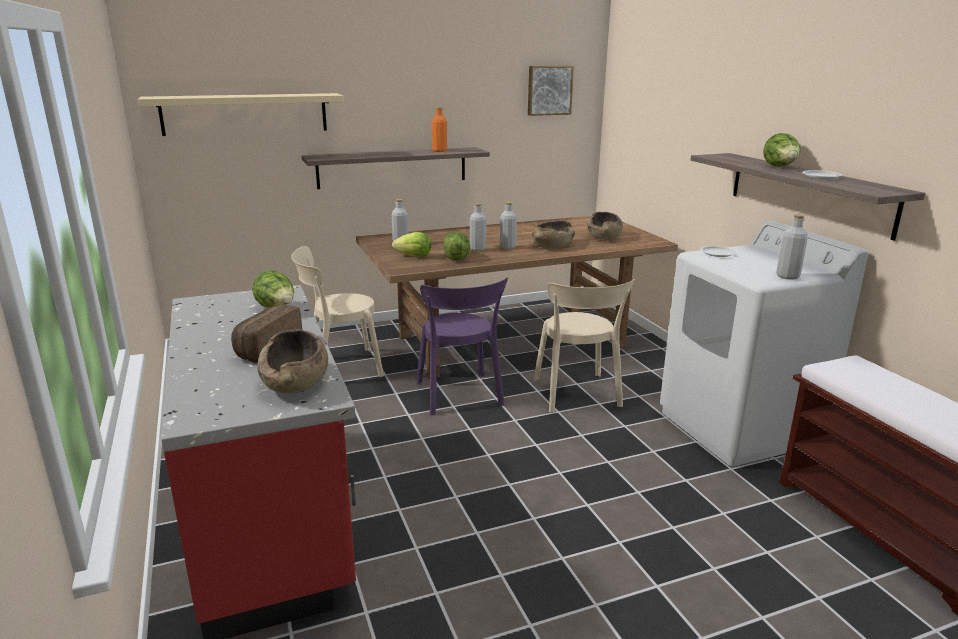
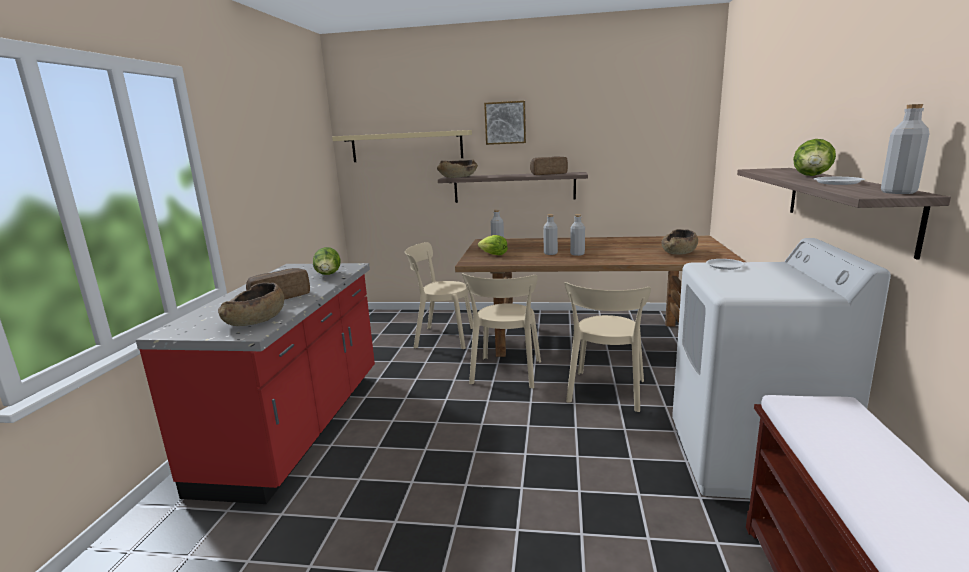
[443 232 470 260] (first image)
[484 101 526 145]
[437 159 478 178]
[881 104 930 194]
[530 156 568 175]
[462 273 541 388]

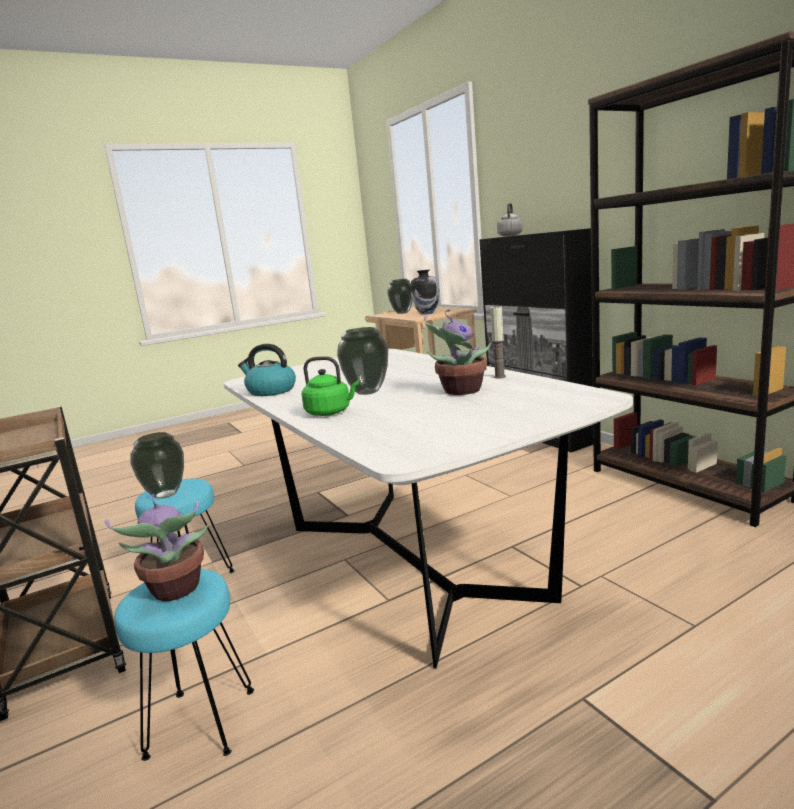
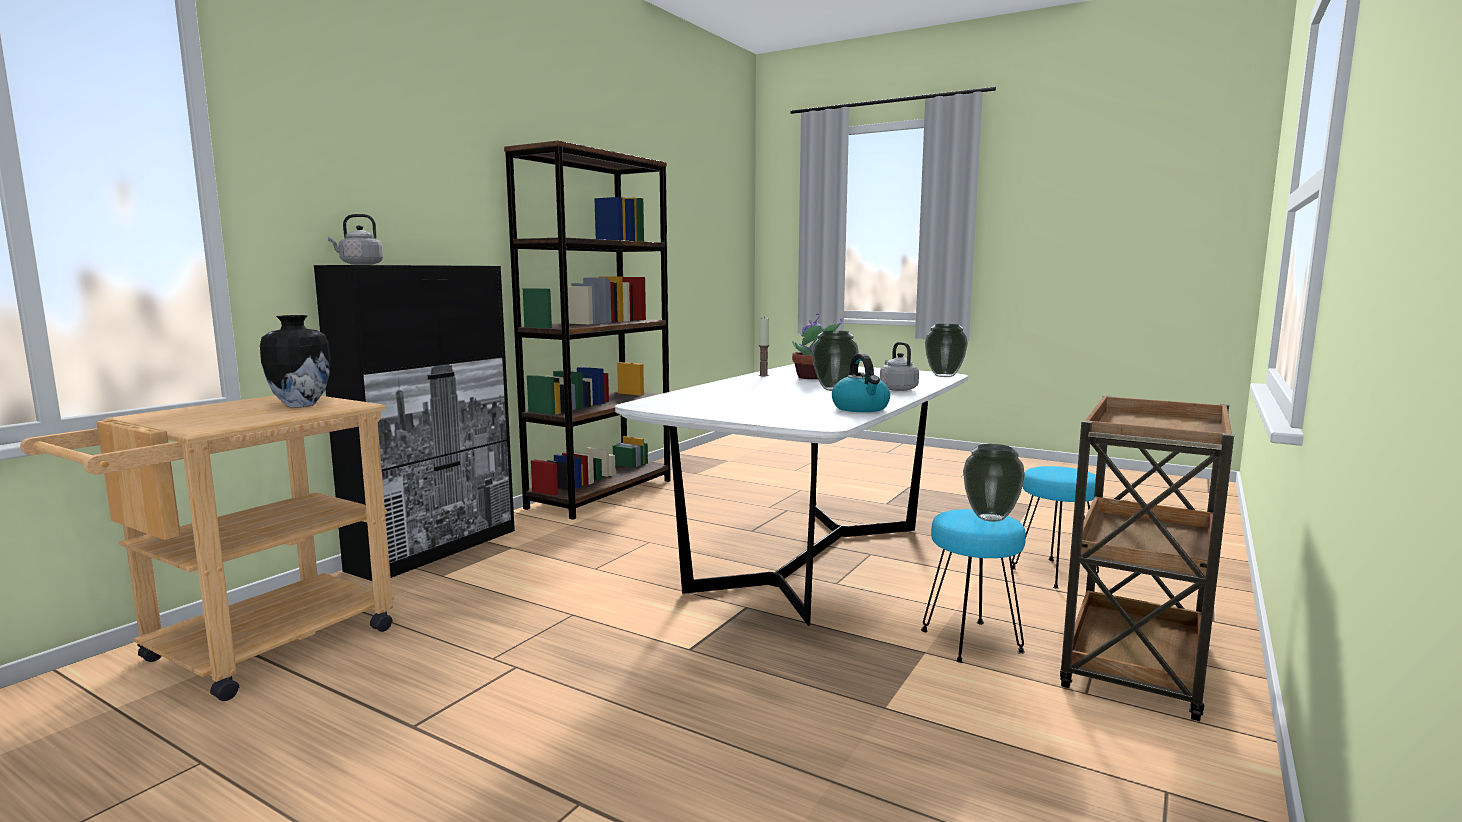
[105 494 209 601] (first image)
[925 324 968 377]
[880 342 919 391]

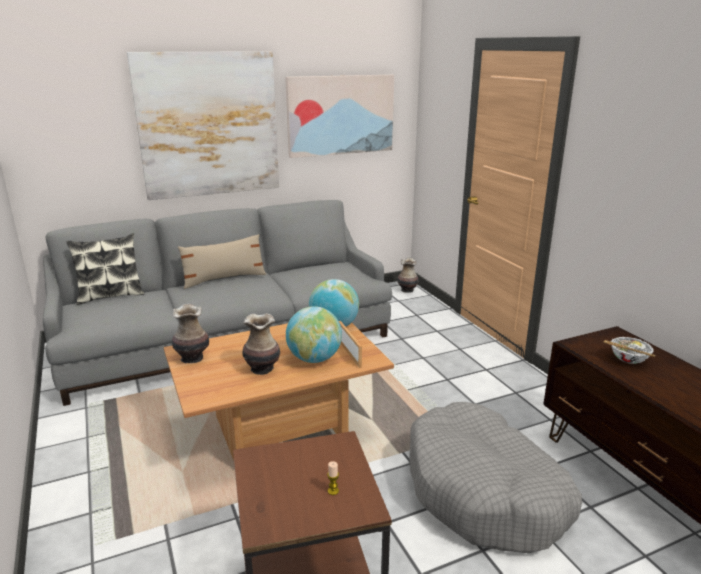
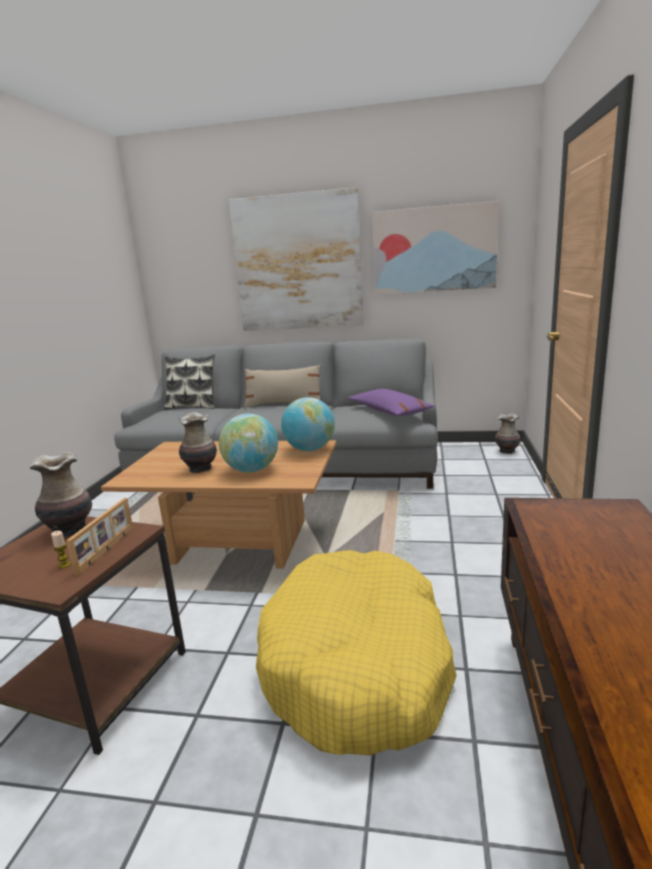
[603 337 655 364] (first image)
[348 389 434 416]
[30 452 92 537]
[66 498 133 576]
[256 550 457 755]

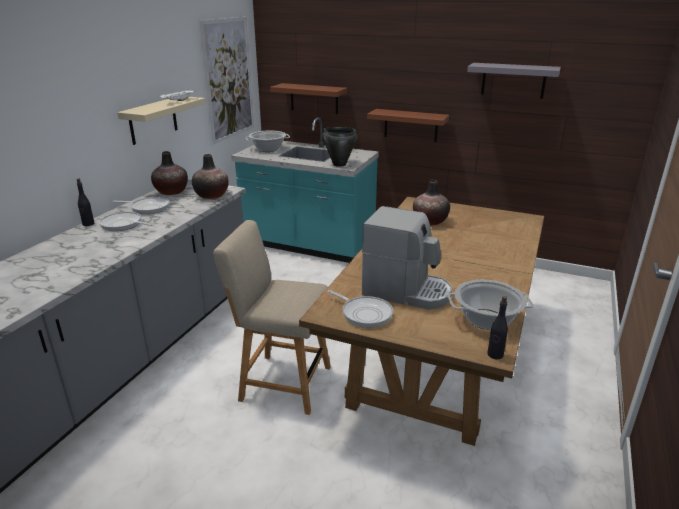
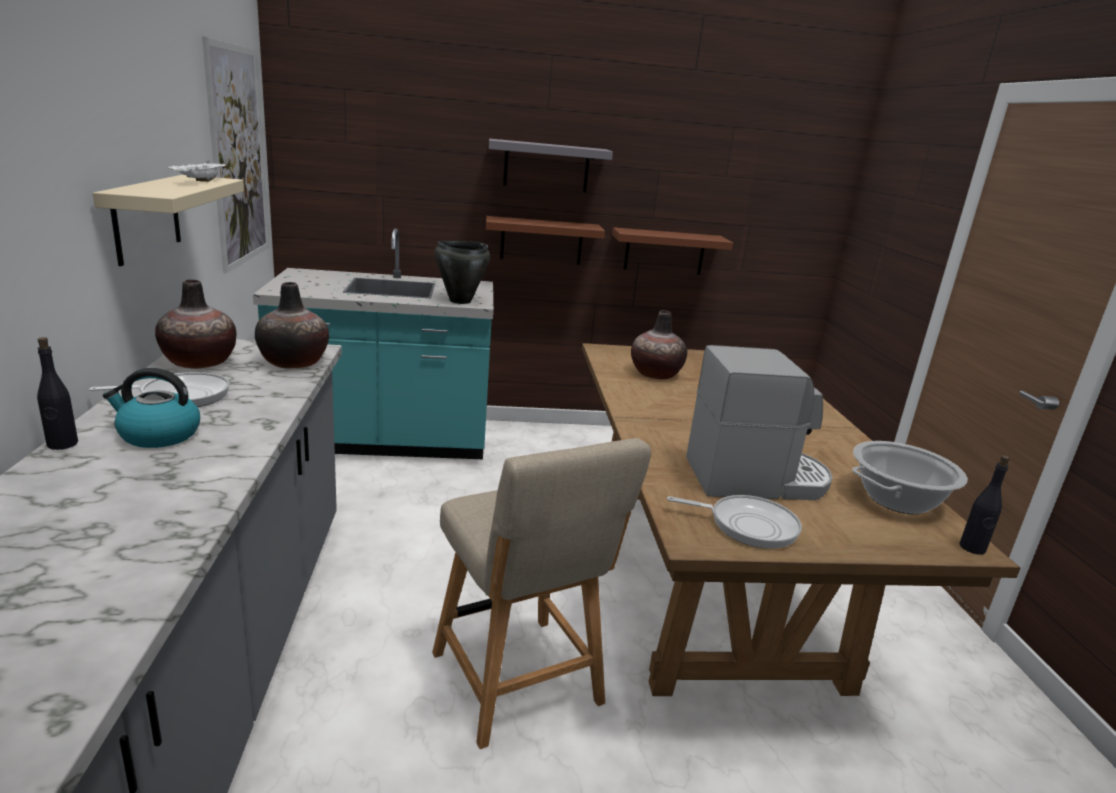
[245 131 290 152] (first image)
[612 227 733 275]
[489 139 613 192]
[103 368 200 448]
[432 438 651 749]

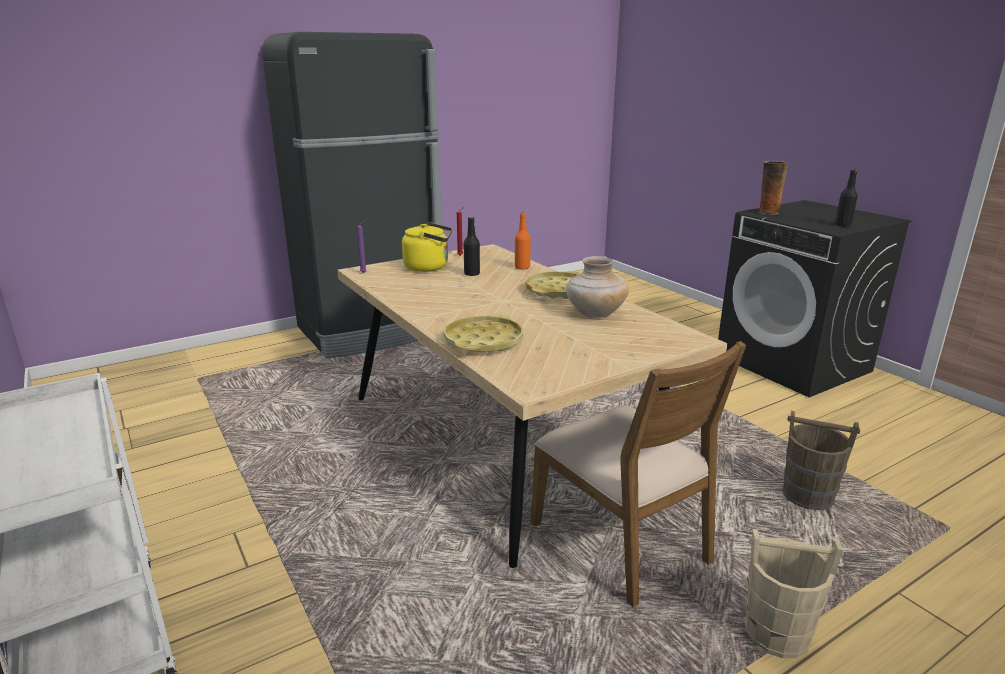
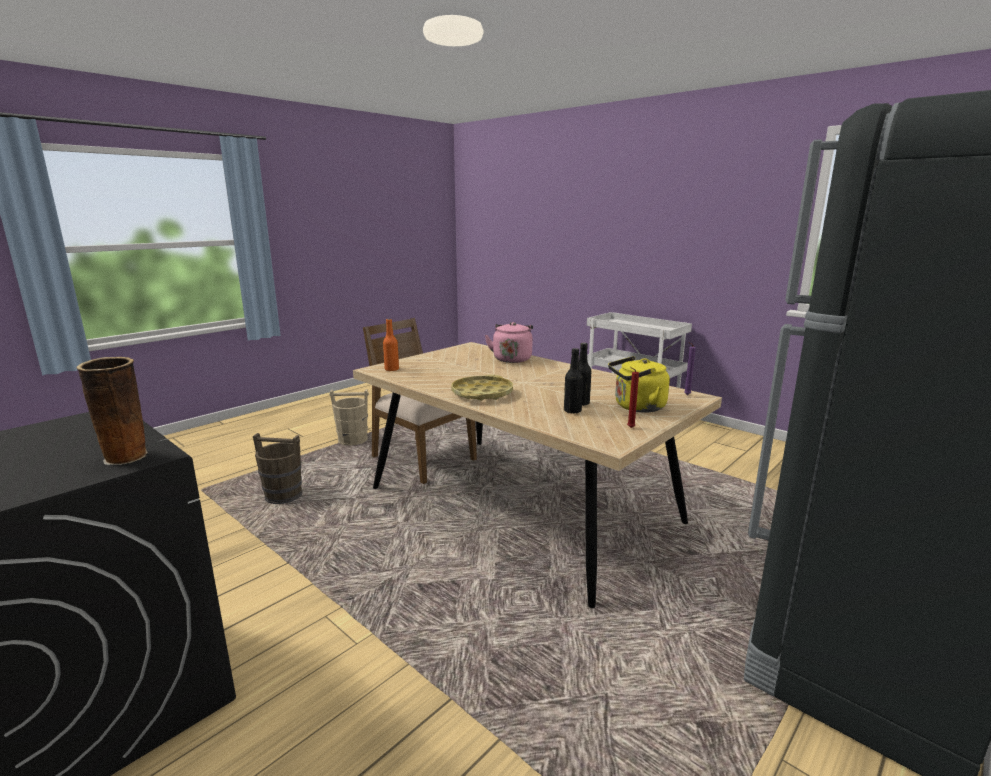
[566 256 629 318] (first image)
[383 319 399 371]
[564 348 583 414]
[485 322 533 363]

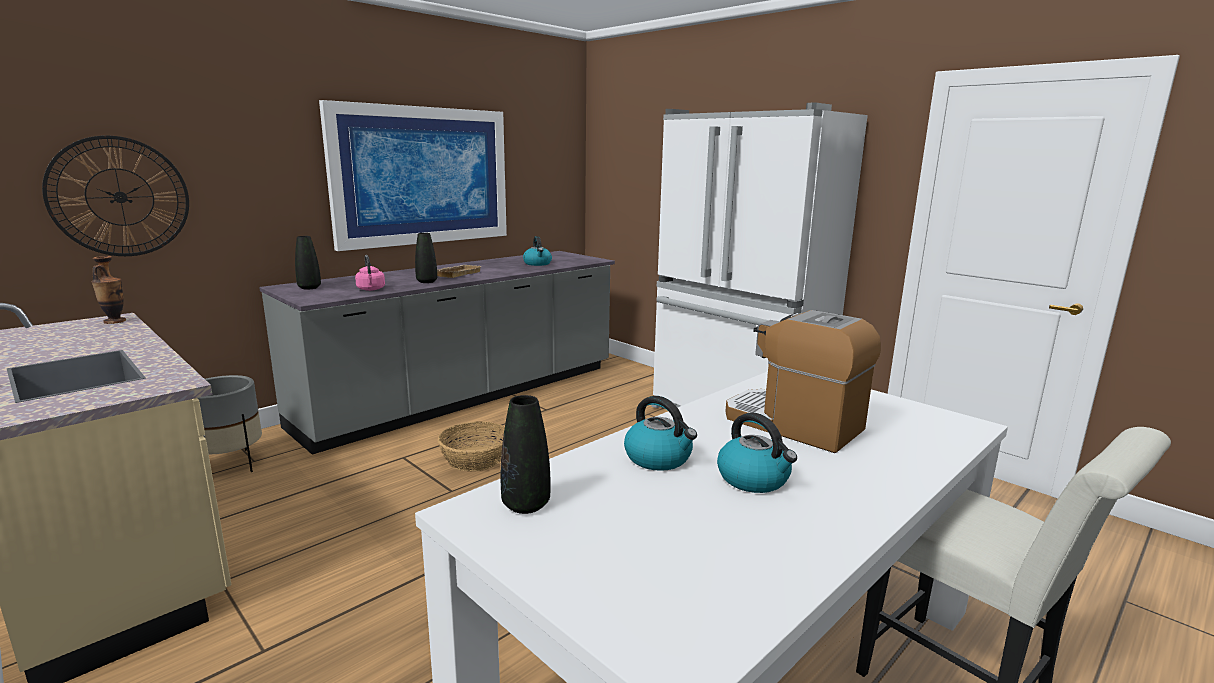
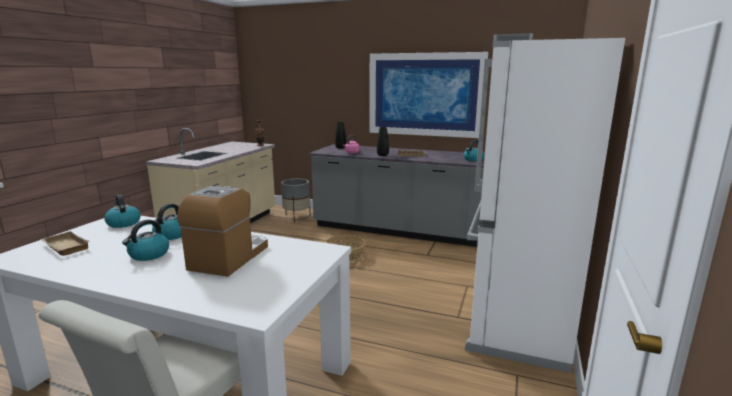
[42 135 189 256] (first image)
[40 231 90 256]
[104 194 141 228]

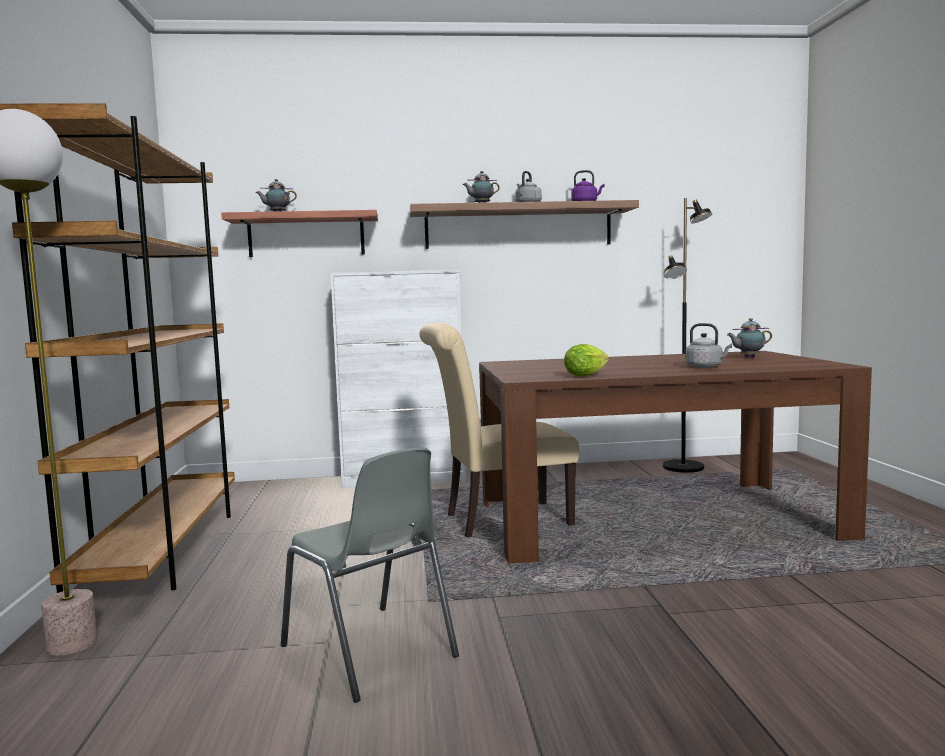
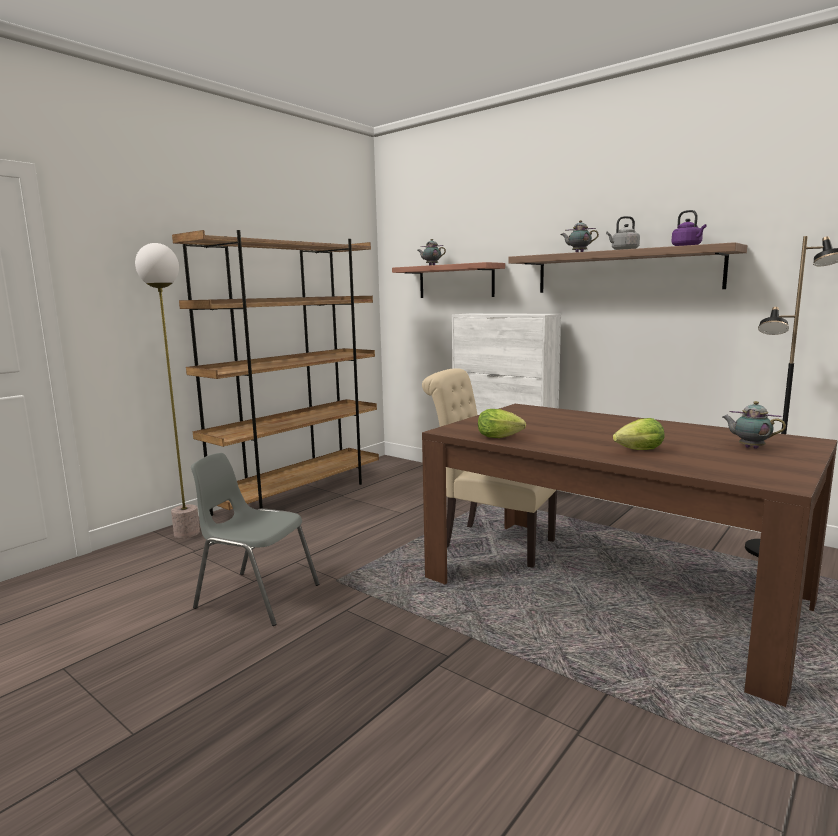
[613 418 665 450]
[191 453 319 626]

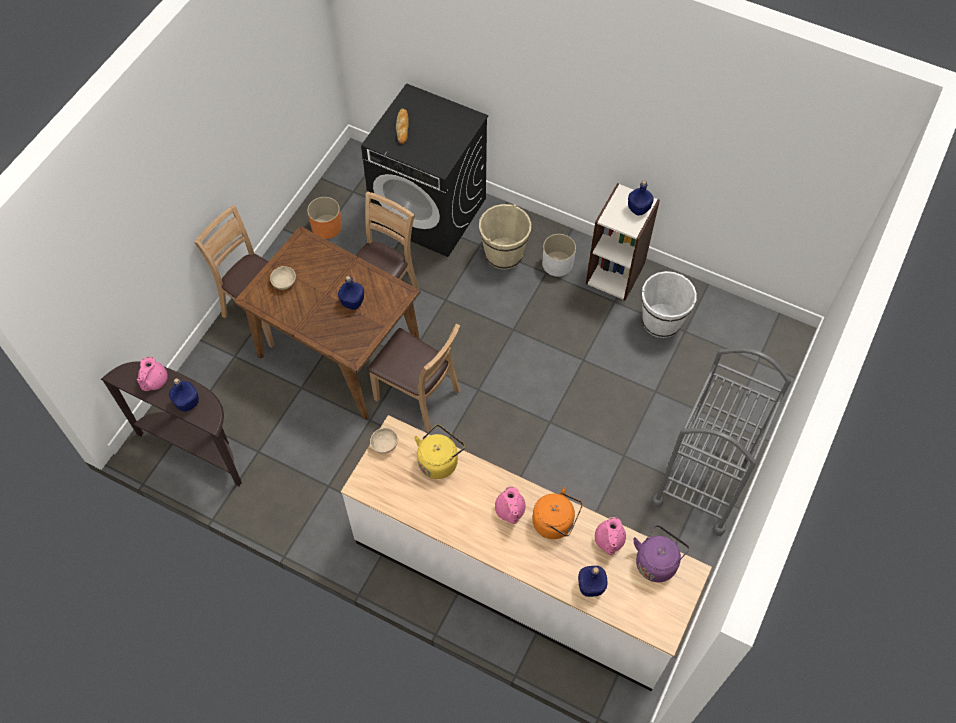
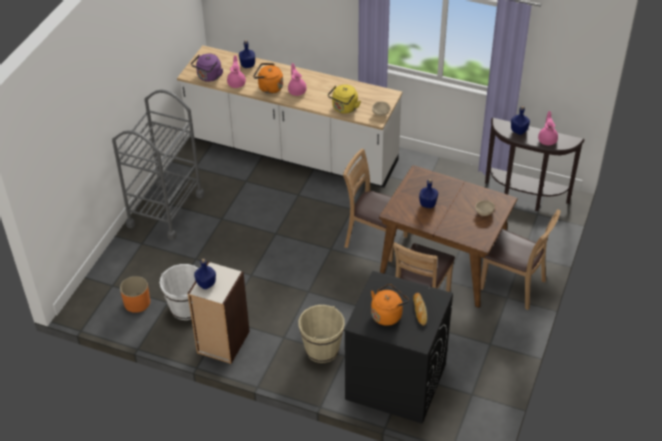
[542 234 576 277] (first image)
[371 284 409 326]
[120 276 150 313]

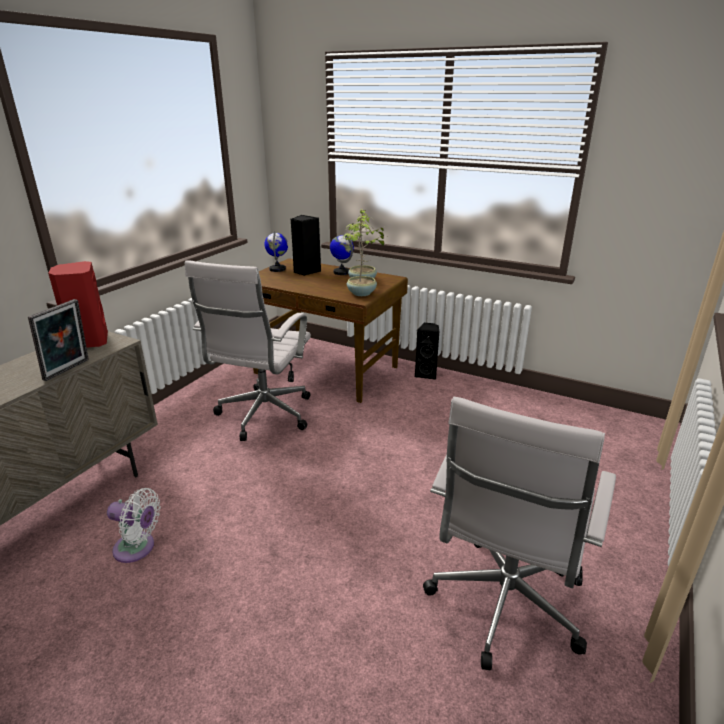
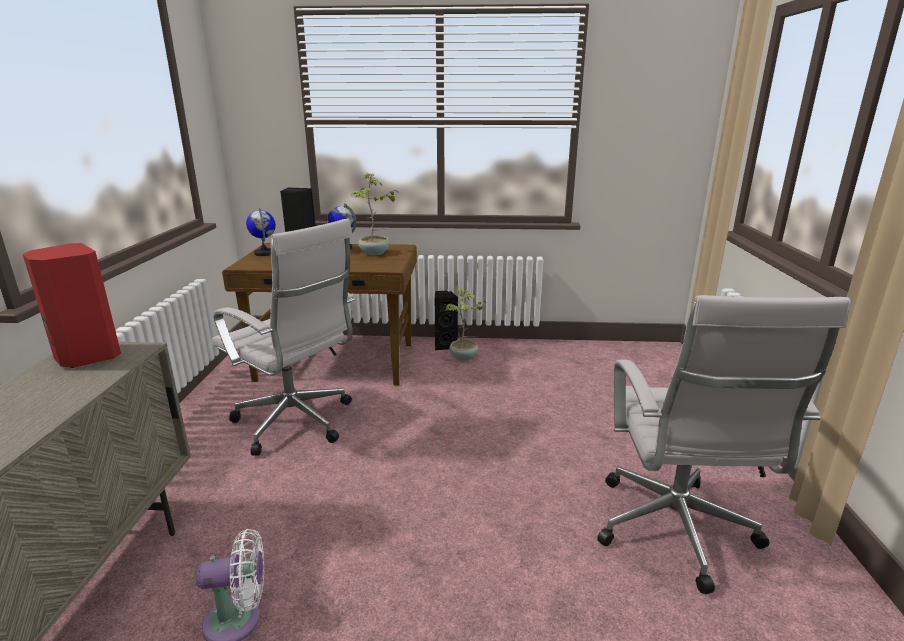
[28 299 89 381] (first image)
[445 288 486 360]
[211 218 355 456]

